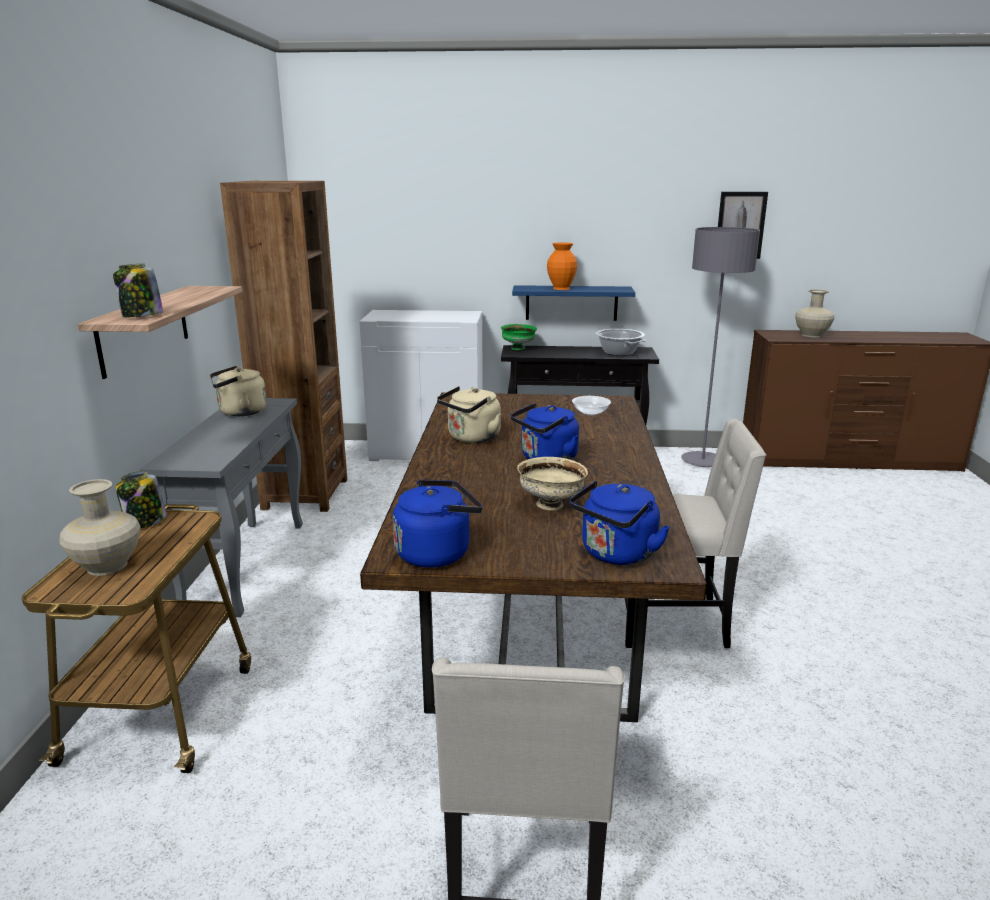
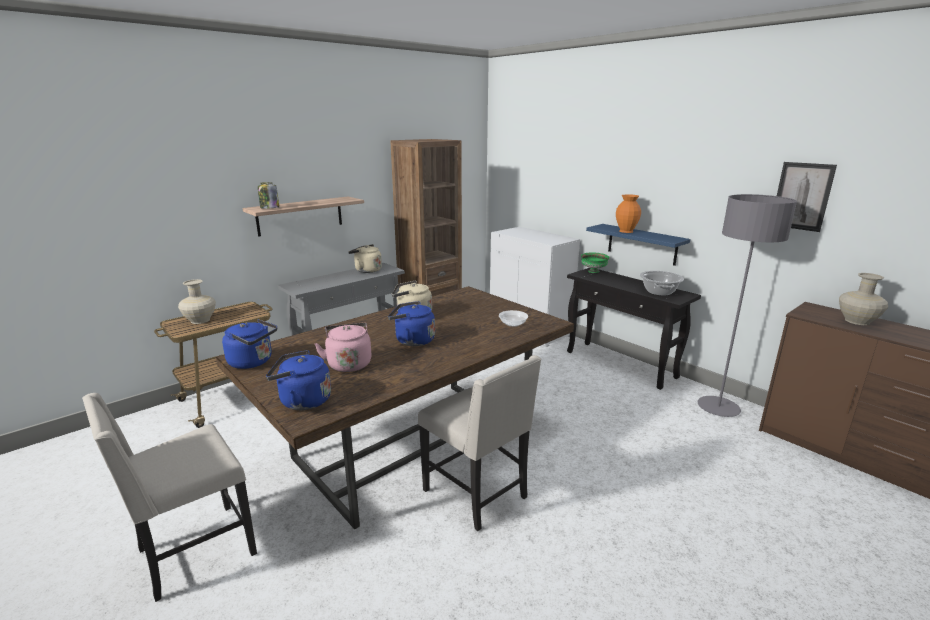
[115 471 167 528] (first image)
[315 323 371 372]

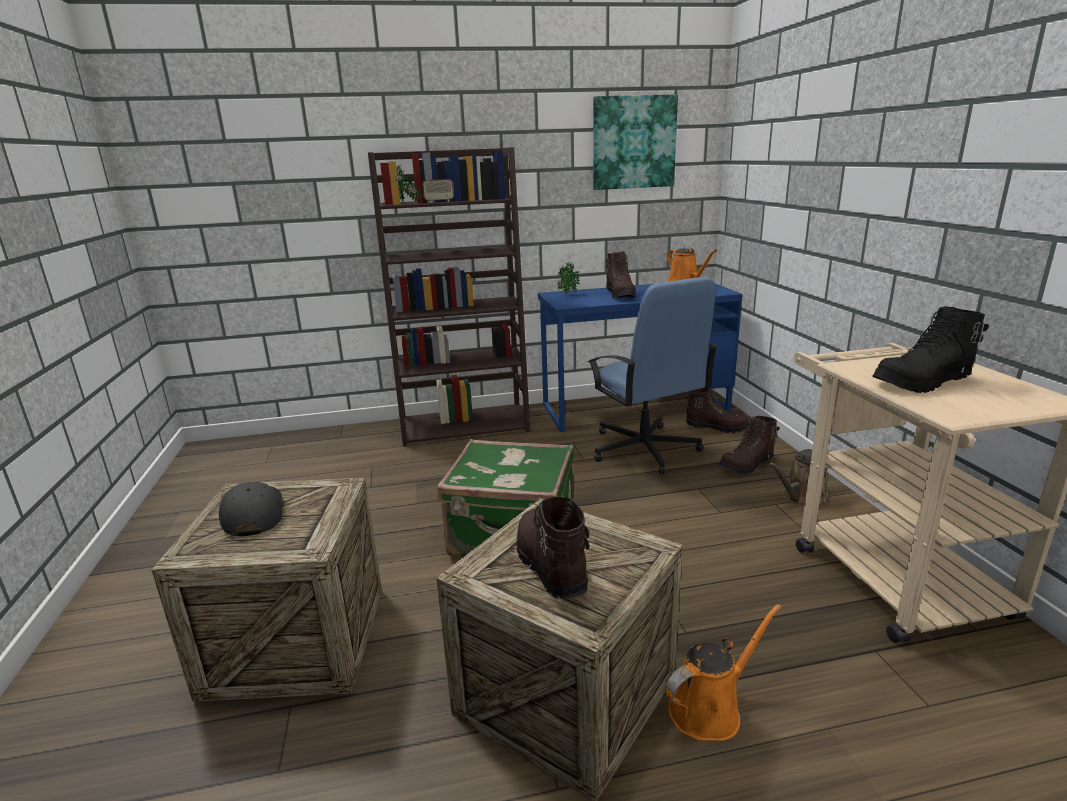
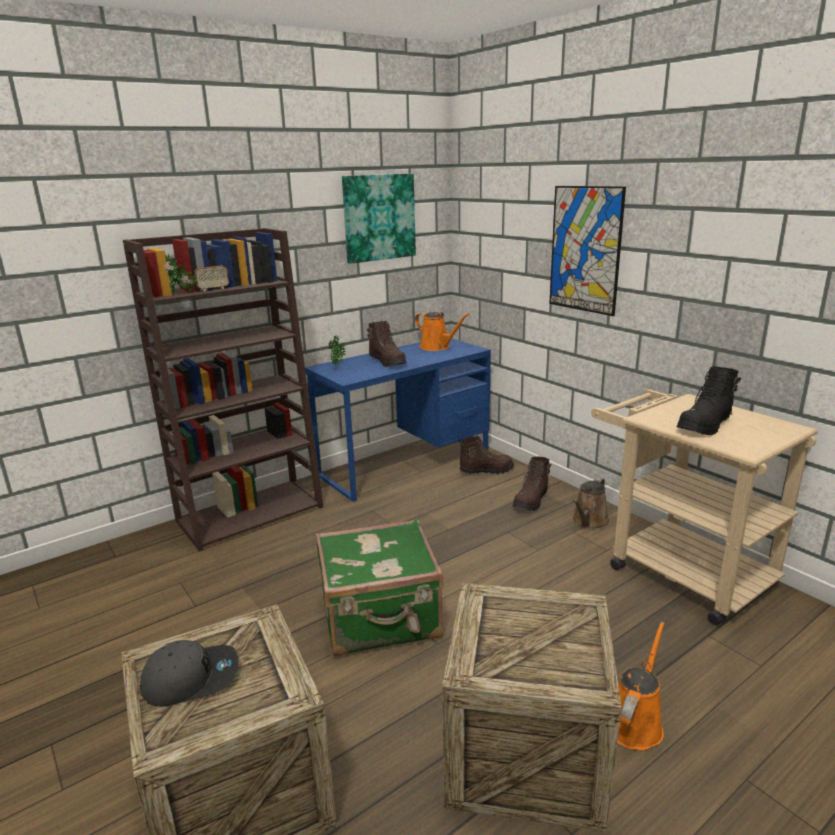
[517 497 589 599] (first image)
[588 277 718 474] (first image)
[549 186 626 316]
[140 640 238 707]

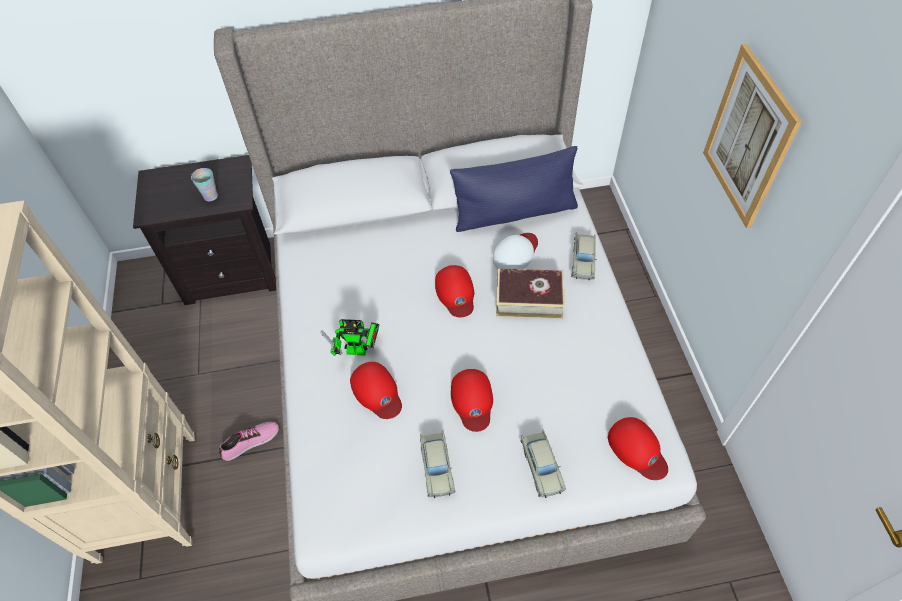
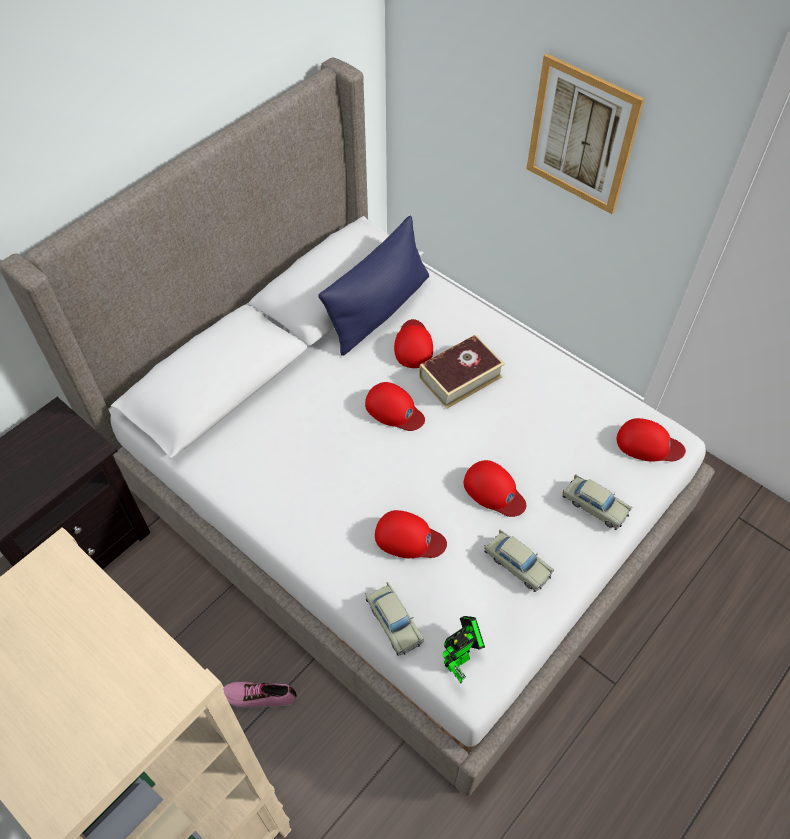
[191 168 218 201] (first image)
[443 616 485 683]
[365 582 424 656]
[394 319 433 368]
[223 681 297 708]

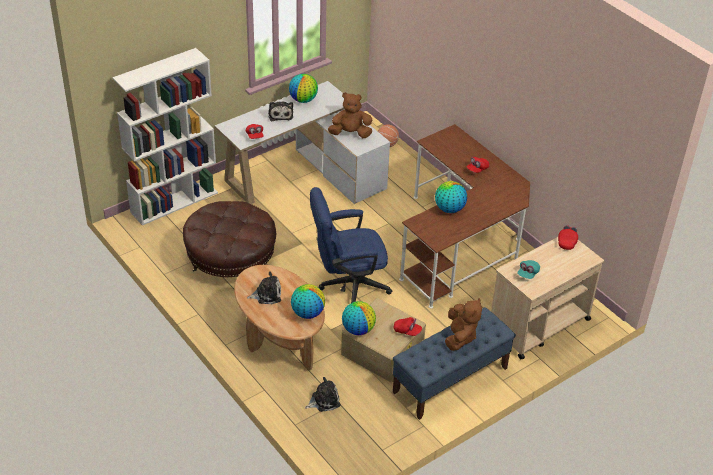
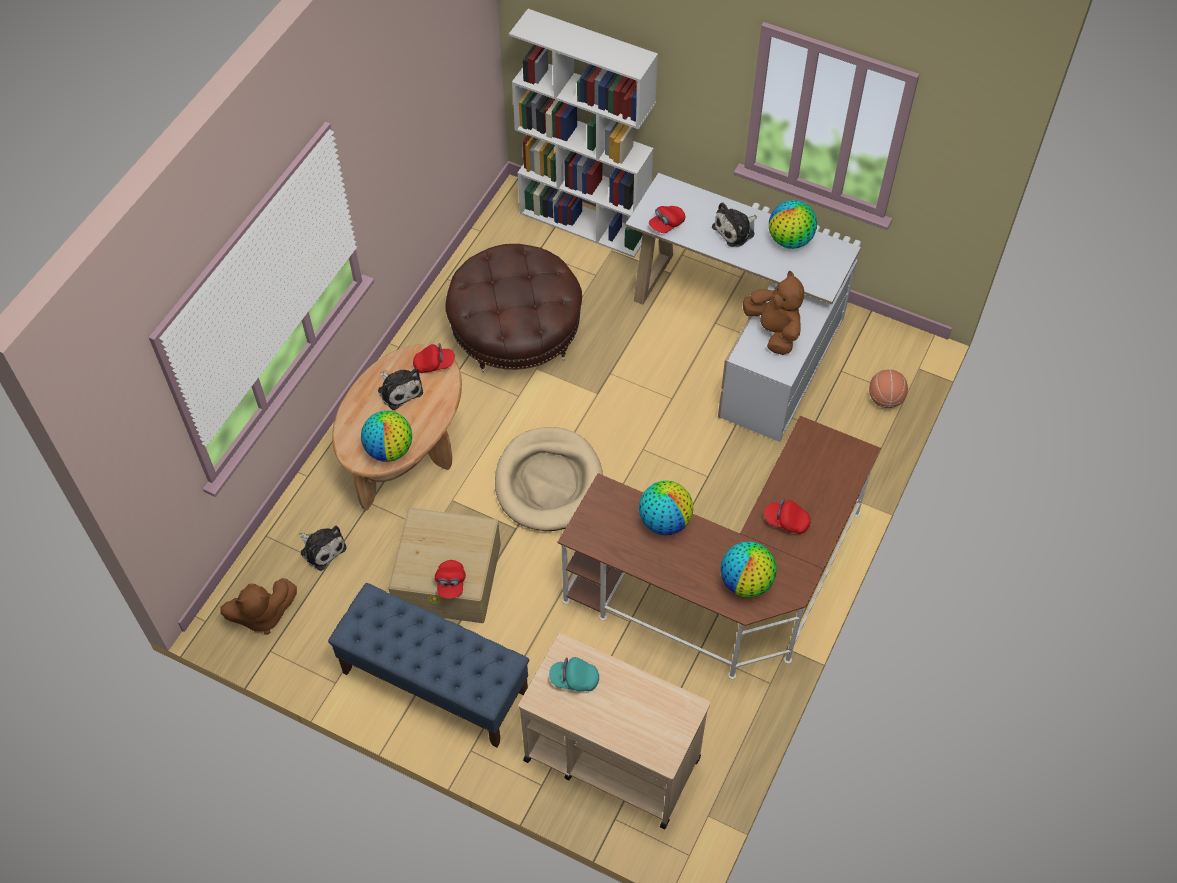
[720 541 777 598]
[220 578 297 635]
[413 343 455 373]
[495 427 603 531]

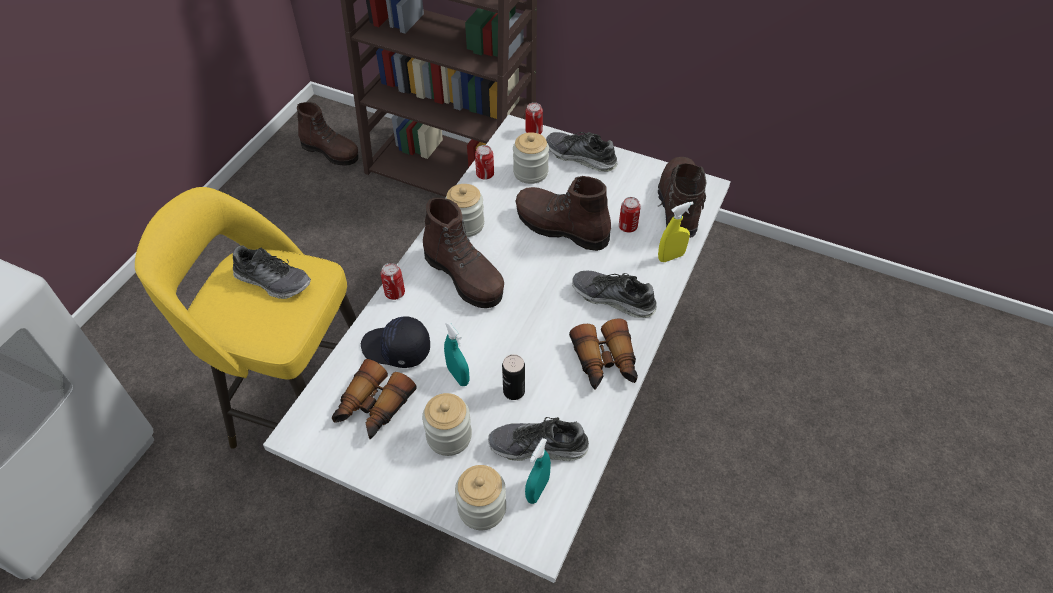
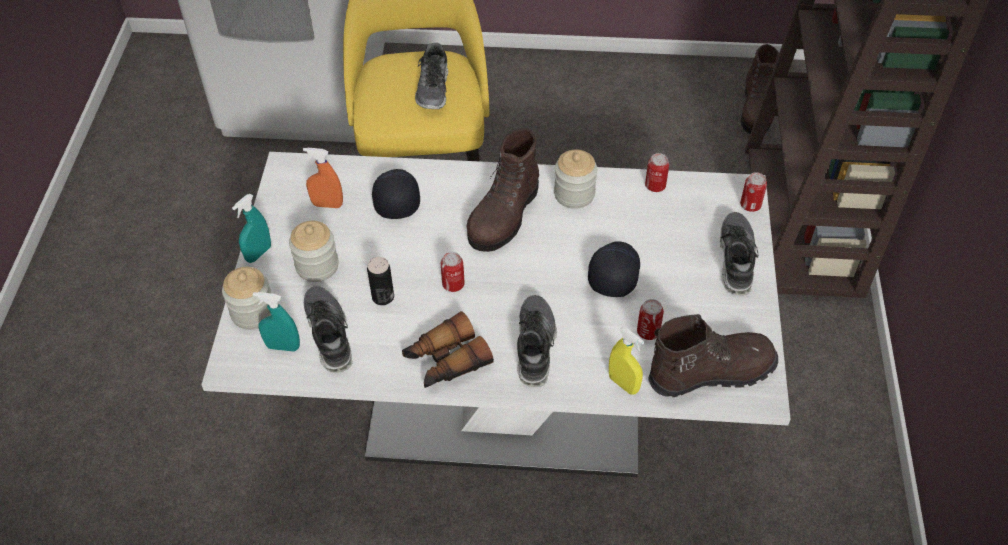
[513 132 549 184] (first image)
[441 252 465 292]
[232 194 271 263]
[303 148 343 208]
[588 241 640 297]

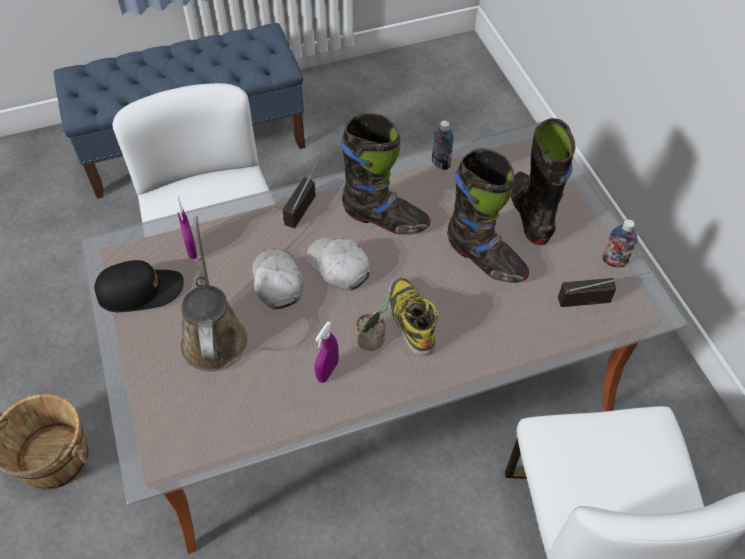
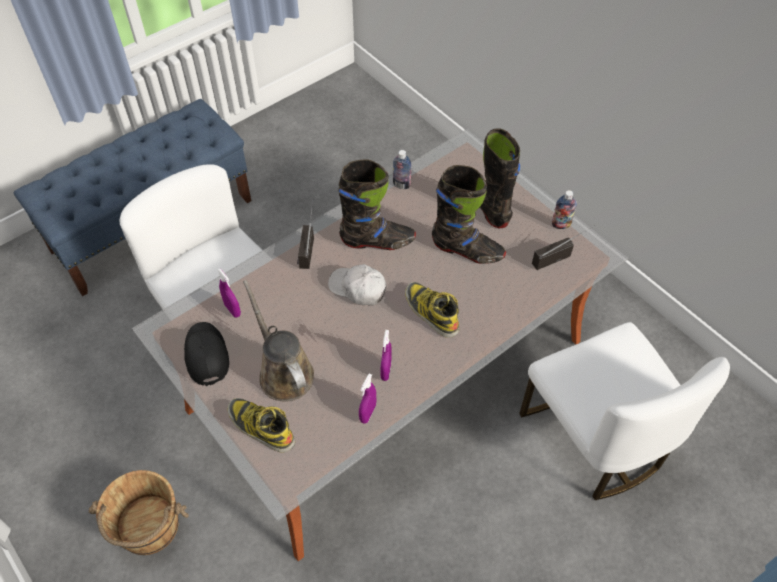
[252 249 304 309] (first image)
[356 292 391 350] (first image)
[228 398 295 453]
[359 374 376 424]
[184 322 229 386]

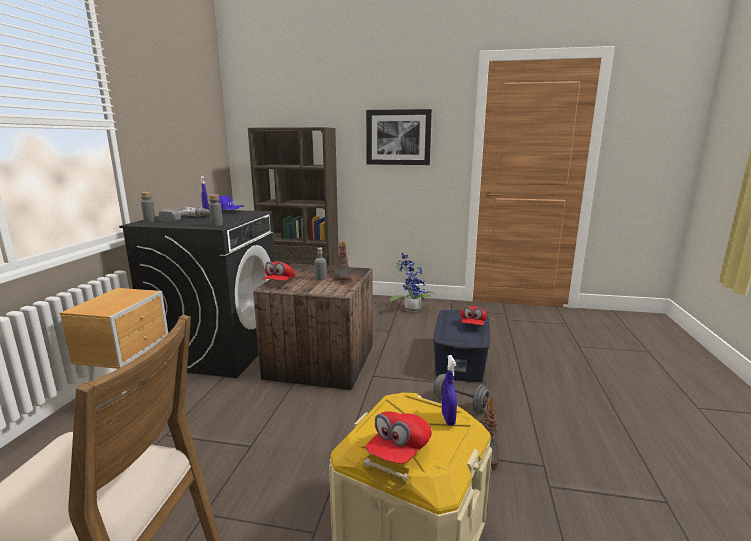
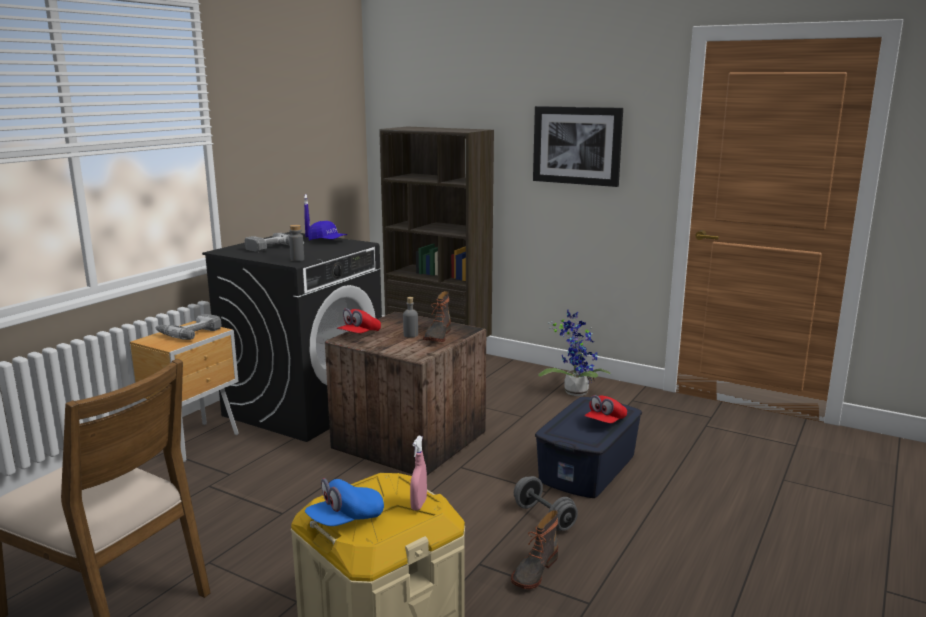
[141 192 156 222] (first image)
[155 314 222 340]
[305 478 384 526]
[410 436 427 511]

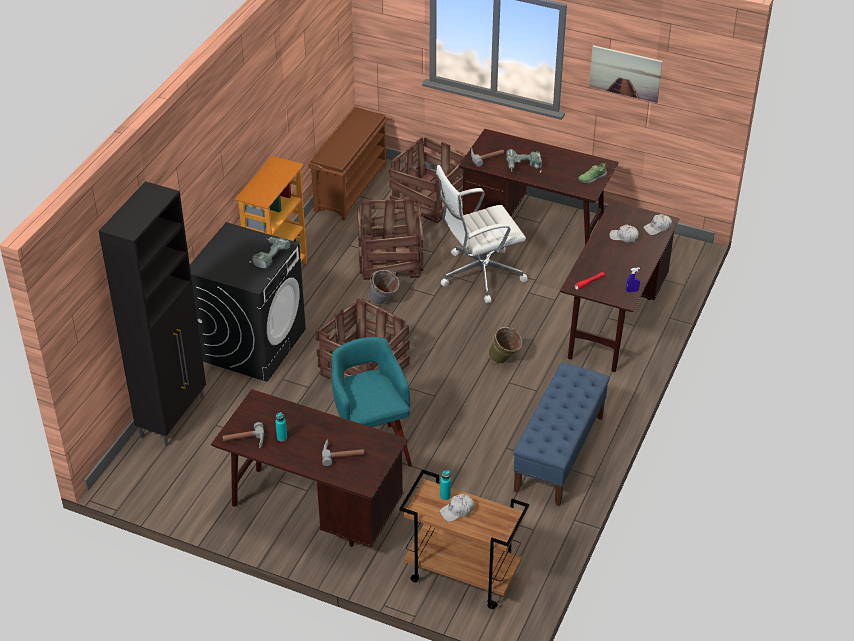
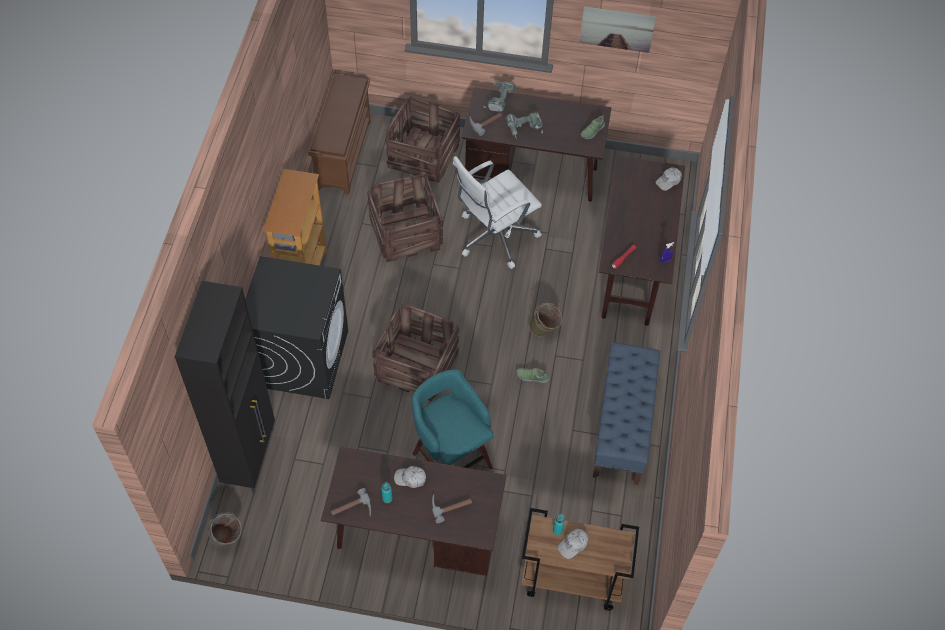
[516 368 549 383]
[483 81 516 112]
[208 512 242 546]
[394 466 426 488]

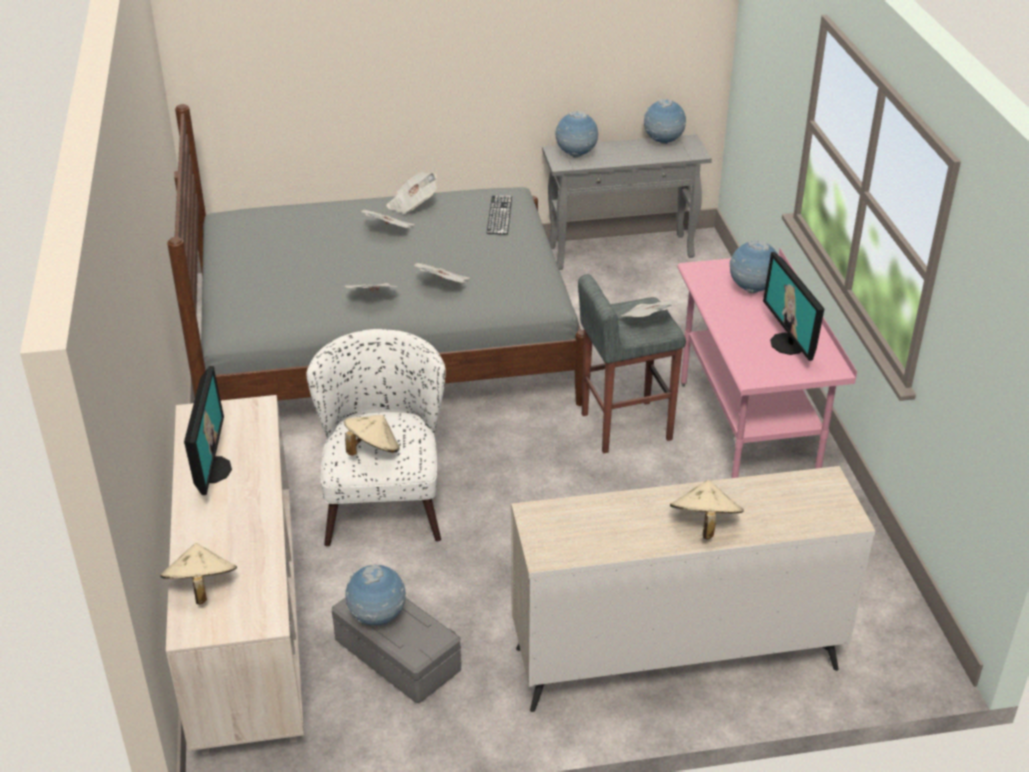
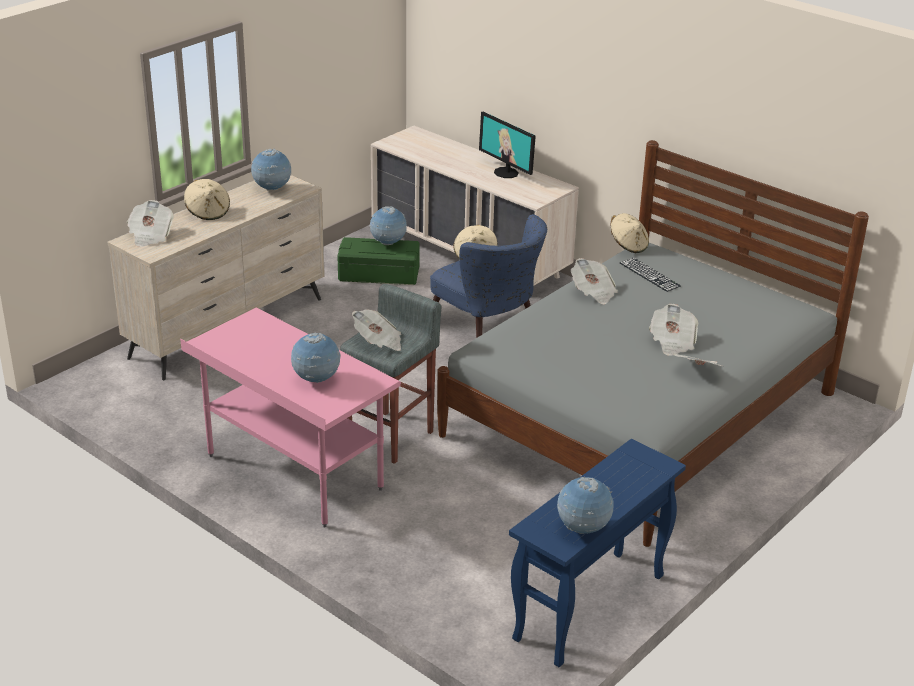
[763 252 824 361] (first image)
[610 213 649 253]
[127 200 174 247]
[620 258 681 292]
[251 149 291 191]
[430 214 547 338]
[337 237 420 285]
[509 439 686 667]

